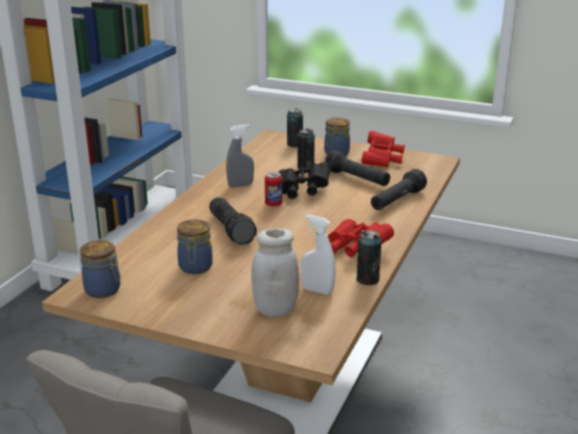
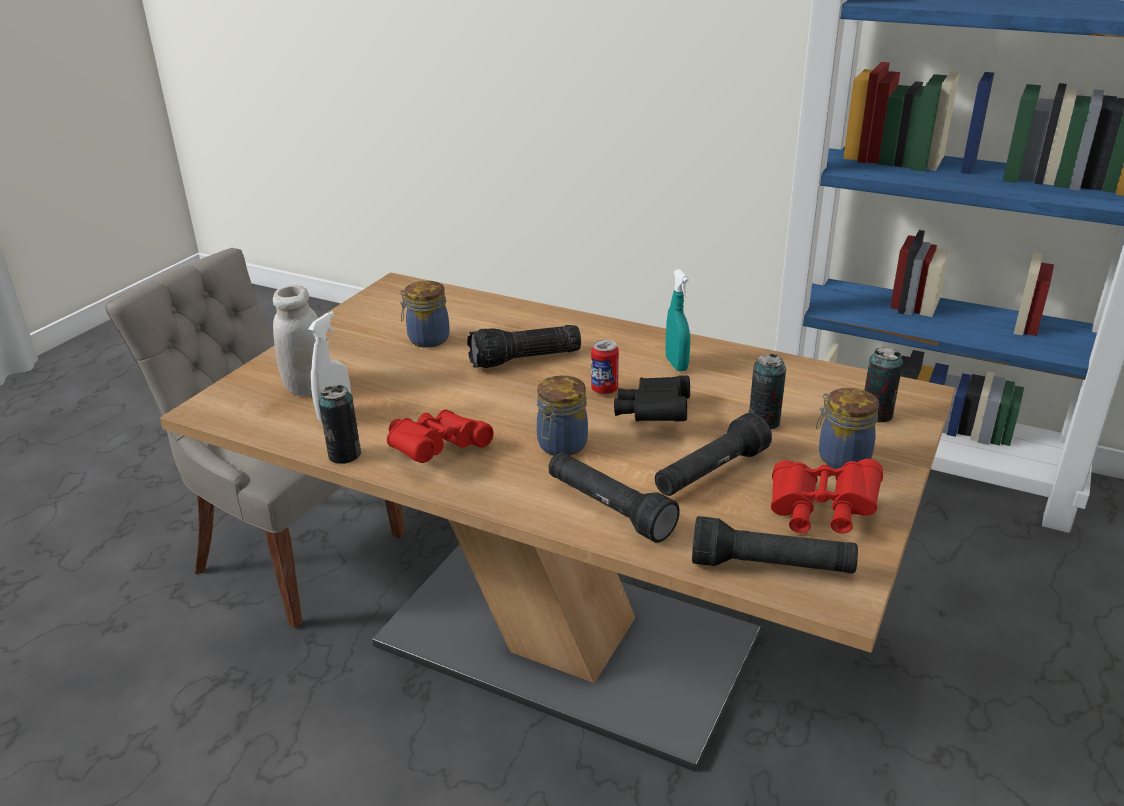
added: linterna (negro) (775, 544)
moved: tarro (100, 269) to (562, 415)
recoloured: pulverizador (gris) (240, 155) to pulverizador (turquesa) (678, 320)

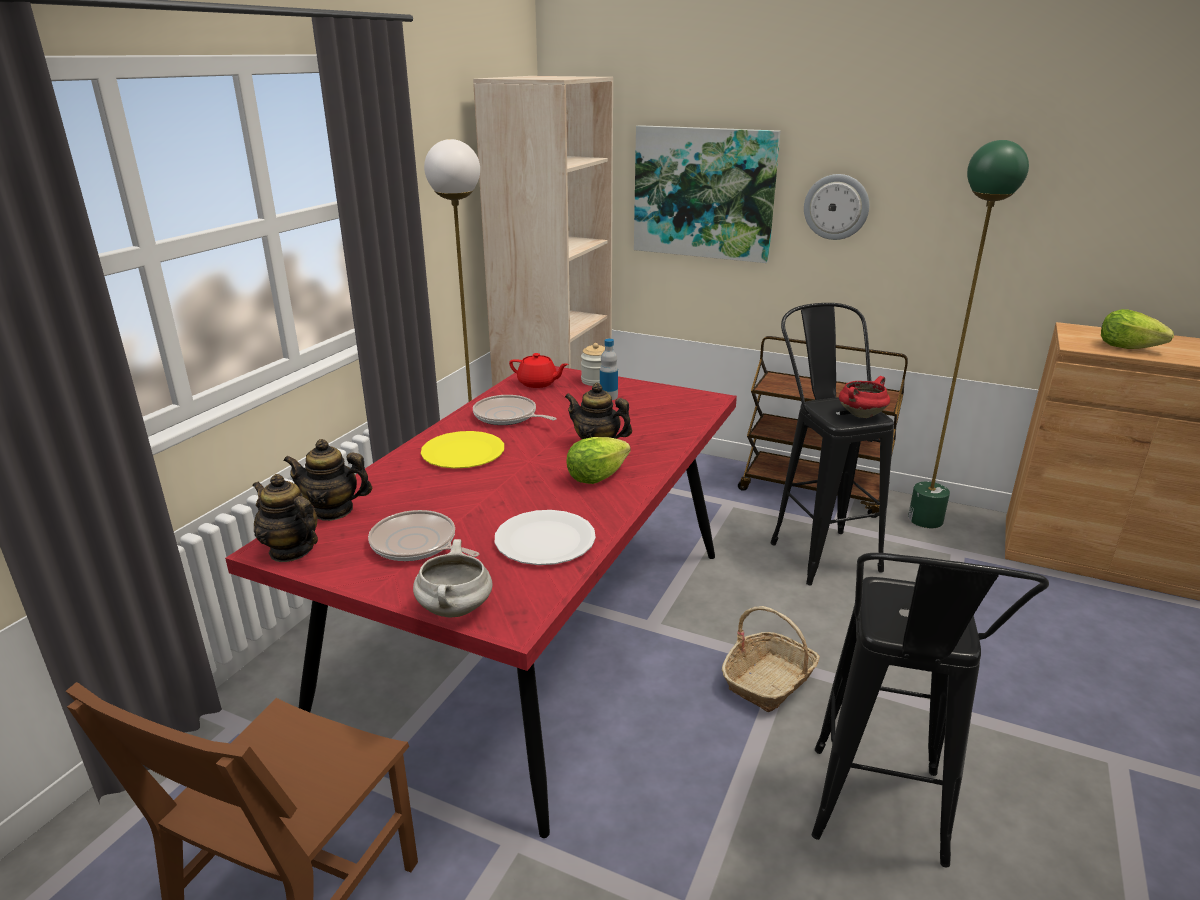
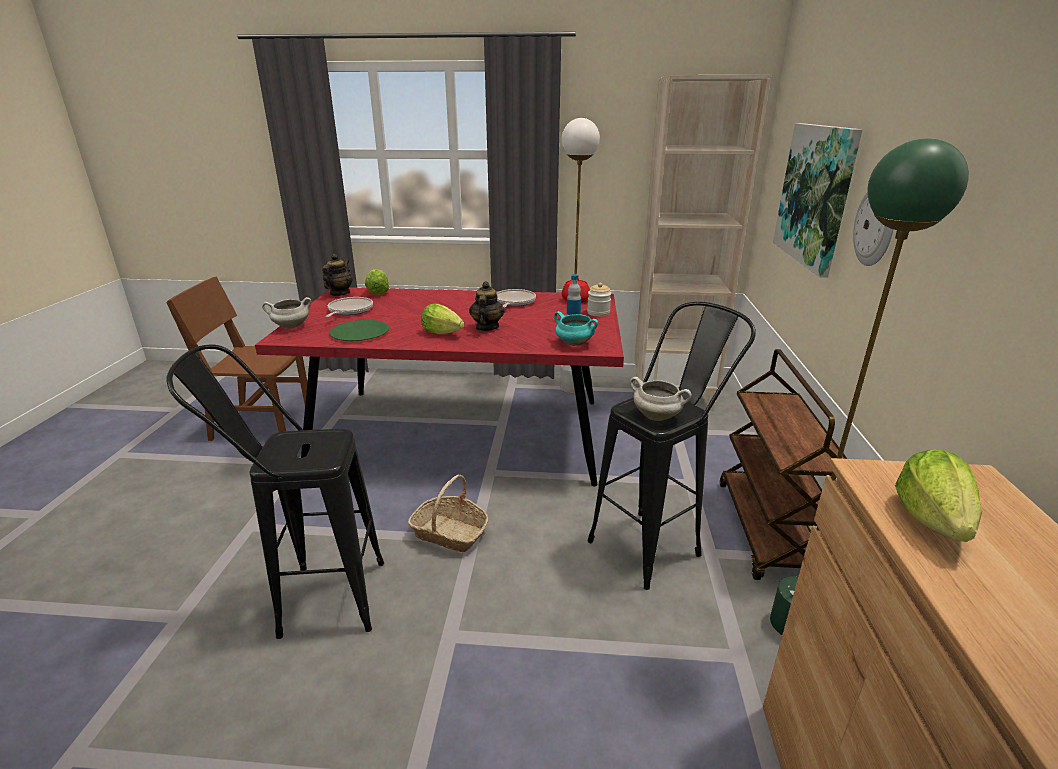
removed: plato (amarillo) (462, 450)
added: olla (turquesa) (576, 328)
replaced: tetera (327, 480) to lechuga (377, 282)
recoloured: plato (blanco) (545, 537) to plato (verde) (359, 330); olla (rojo) (864, 397) to olla (blanco) (660, 399)

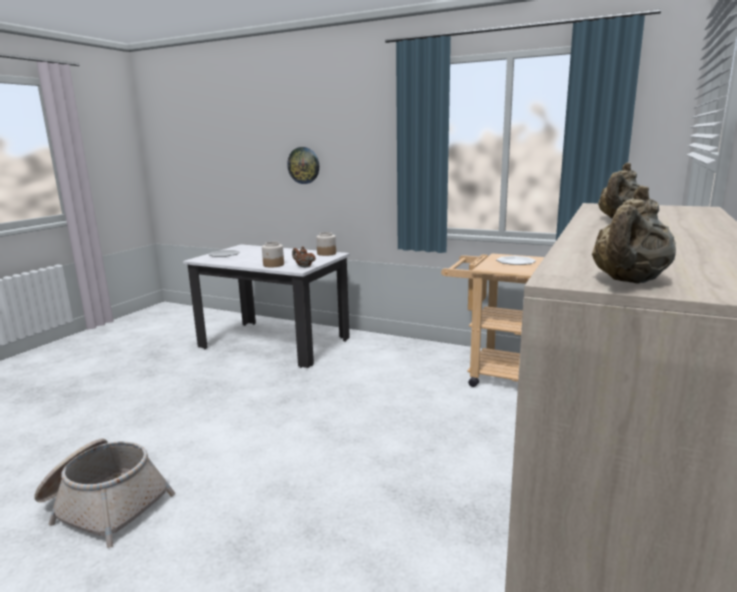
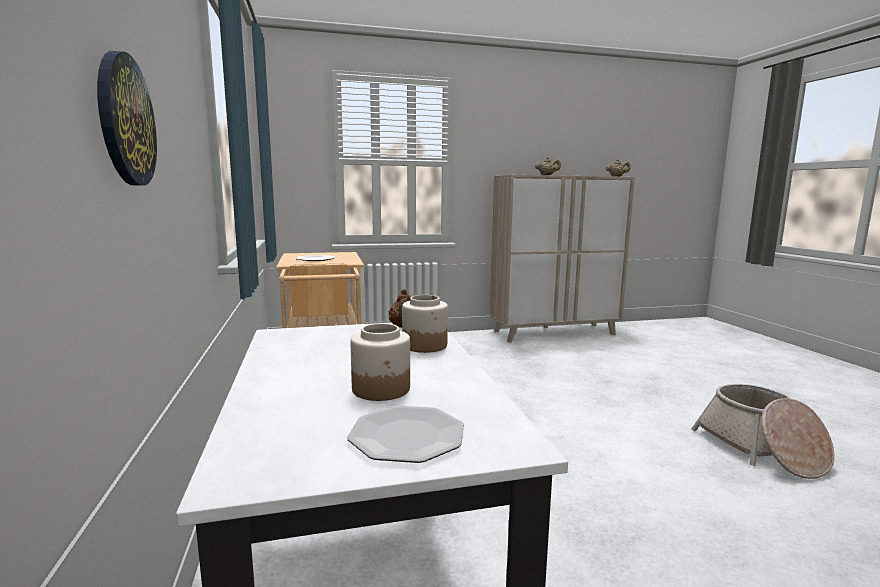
moved: tarro (326, 244) to (380, 362)

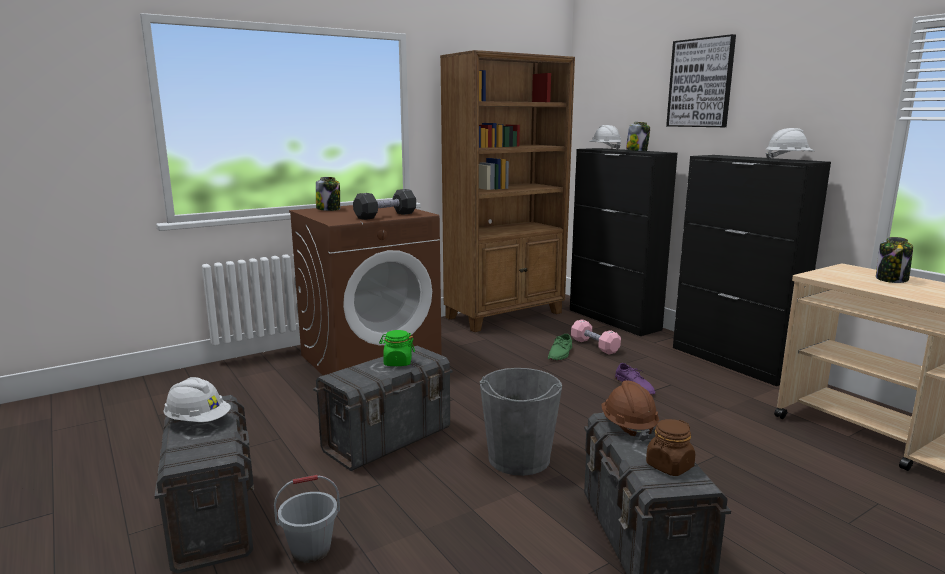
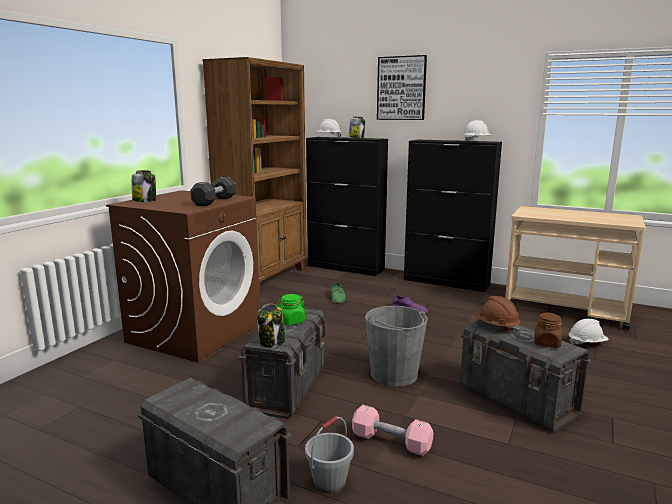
moved: casco (blanco) (197, 399) to (589, 331); mancuerna (rosa) (596, 337) to (392, 430); tarro (894, 260) to (271, 326)

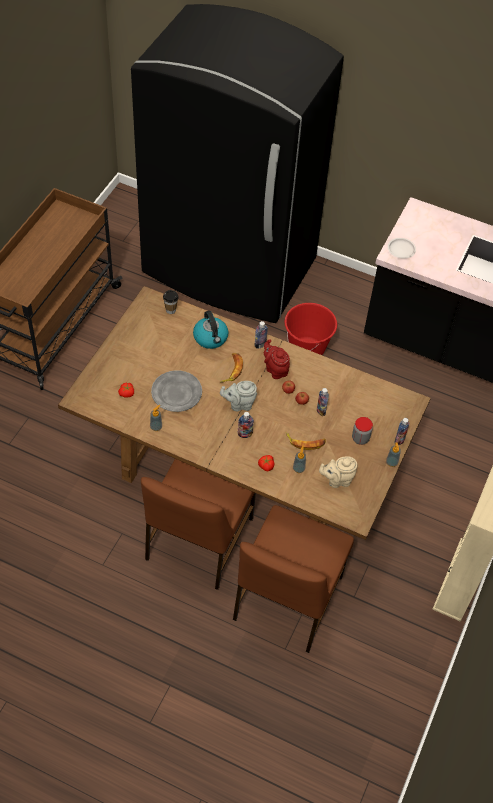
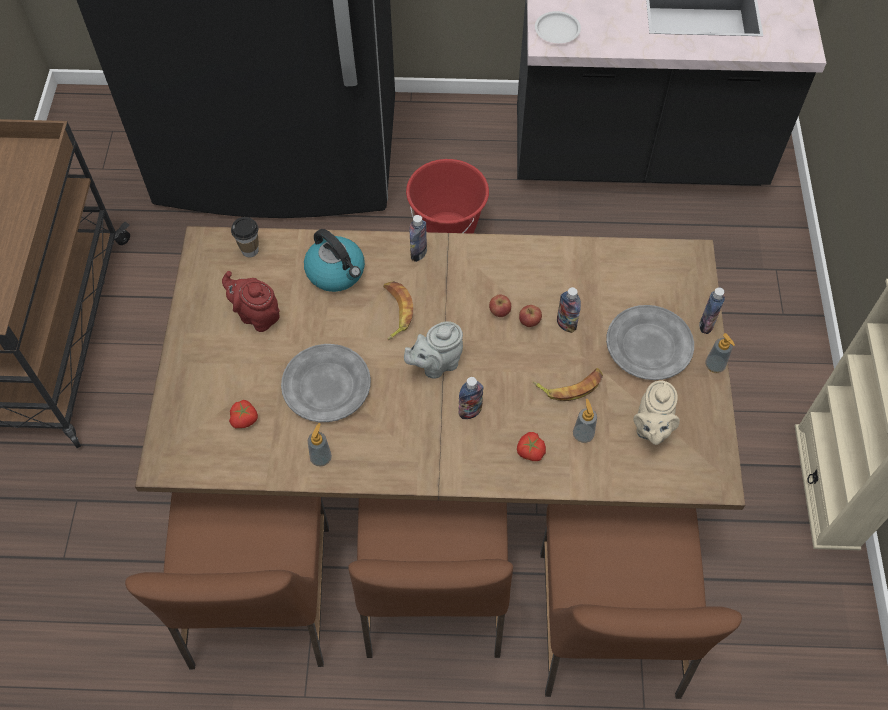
added: silla (marrón) (227, 580)
moved: tetera (rojo) (277, 359) to (251, 301)
replaced: tarro (362, 431) to plato (gris) (650, 342)
turned: tetera (beis) (338, 472) = (656, 413) 45 degrees counterclockwise

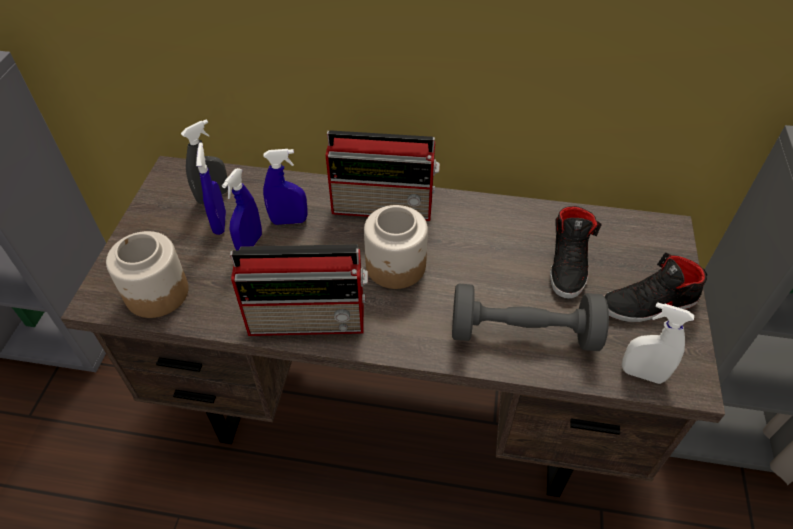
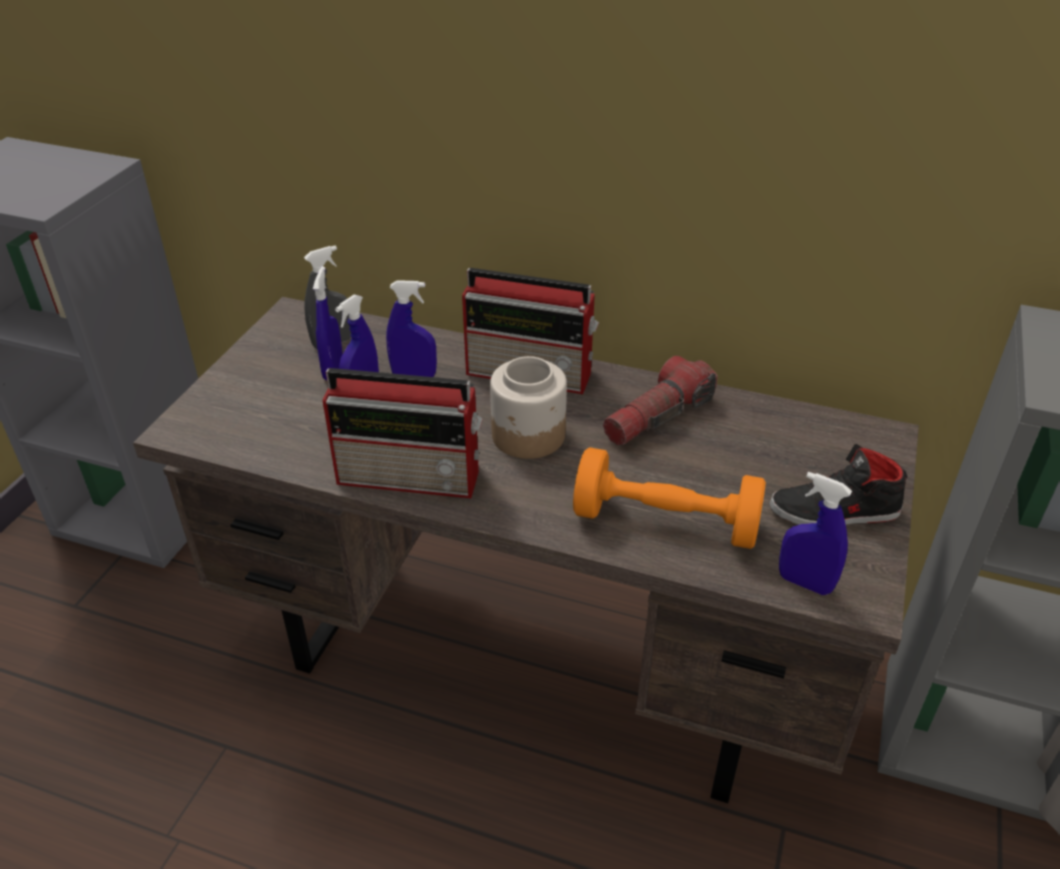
removed: tarro (147, 274); zapato (negro) (575, 252)
added: linterna (660, 400)
recoloured: mancuerna (gris) (530, 317) to mancuerna (naranja) (669, 498); pulverizador (blanco) (658, 343) to pulverizador (azul) (815, 533)

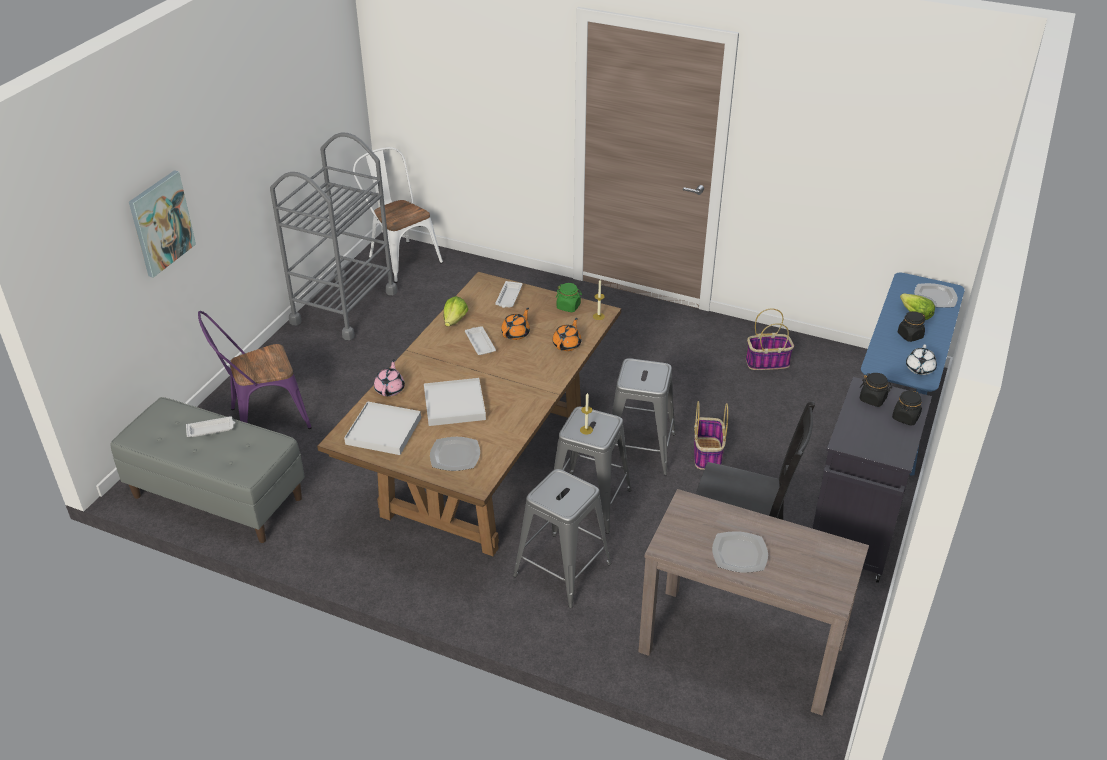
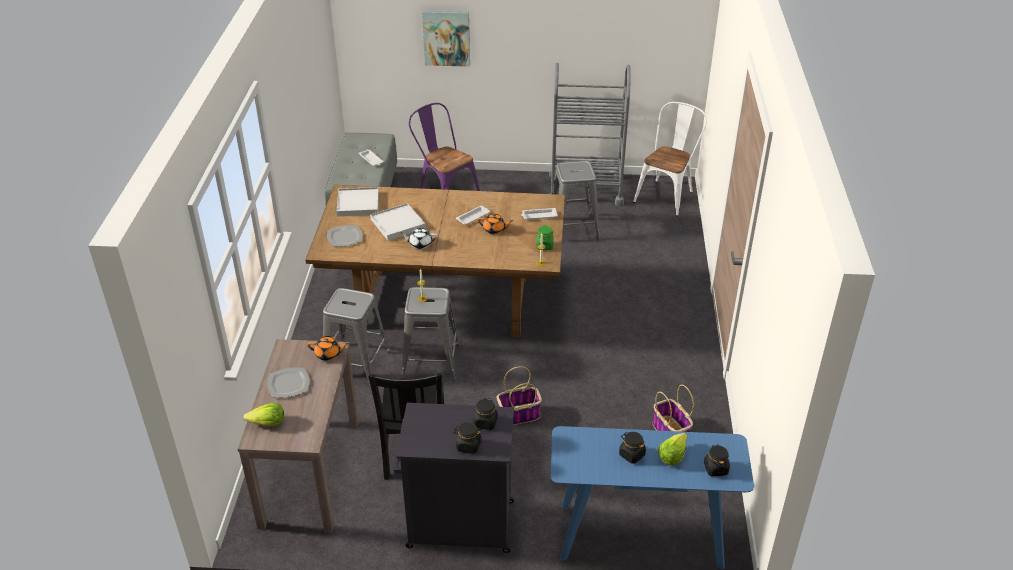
removed: tetera (rosa) (389, 377)
moved: lechuga (456, 311) to (263, 414); tetera (naranja) (566, 334) to (328, 348); taburete (gris) (643, 416) to (576, 200); tetera (blanco) (921, 360) to (419, 238)
replaced: plato (936, 295) to tarro (negro) (717, 460)

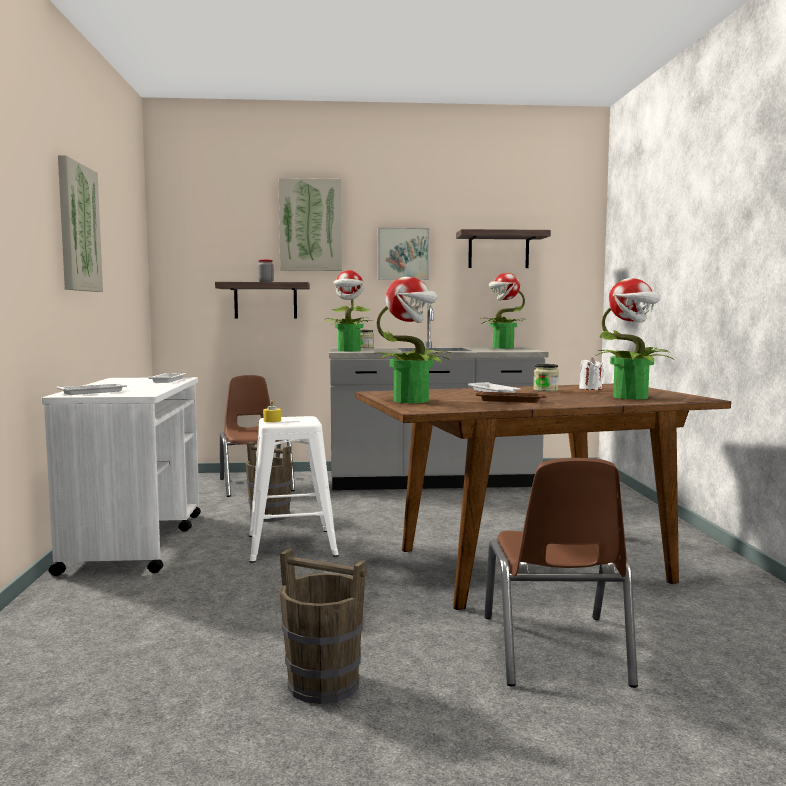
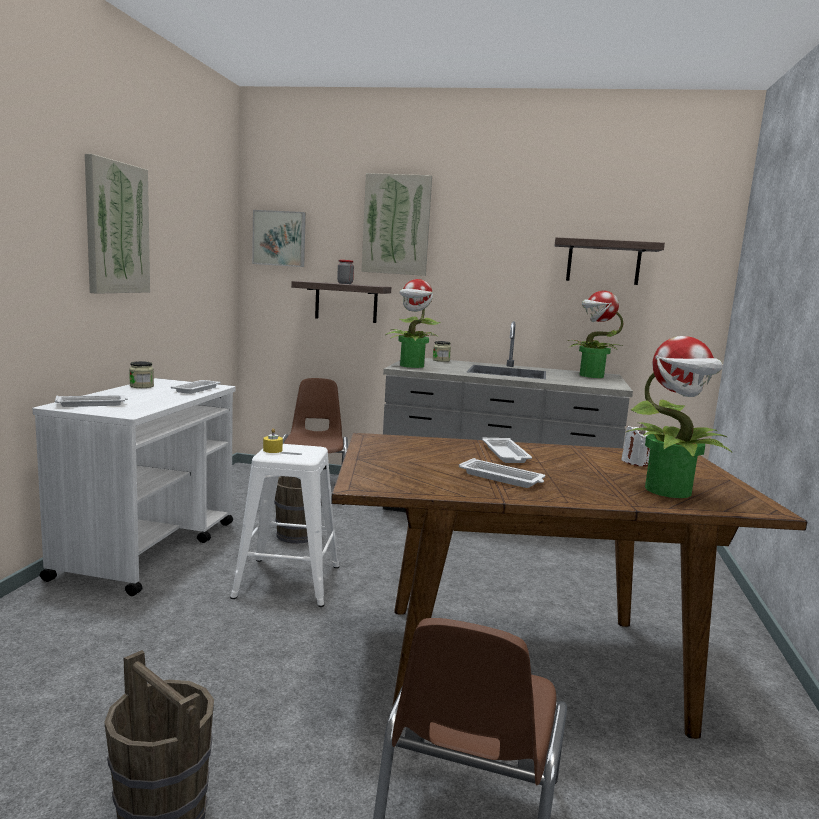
removed: planta en maceta (412, 340)
moved: cuadro (403, 254) to (279, 238); tarro (546, 378) to (141, 374)
recoloured: bandeja (marrón) (511, 397) to bandeja (blanco) (502, 473)

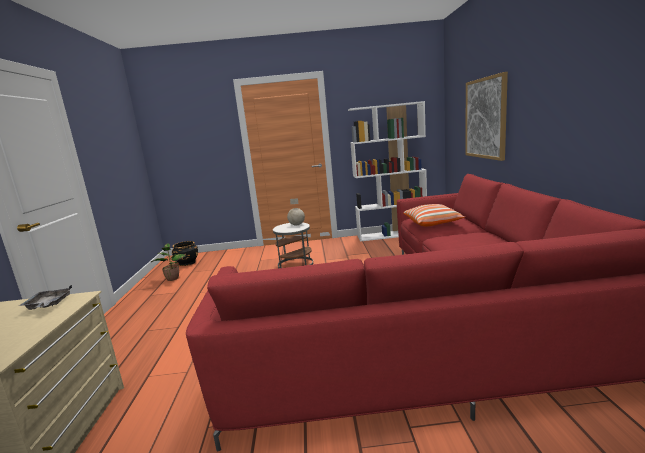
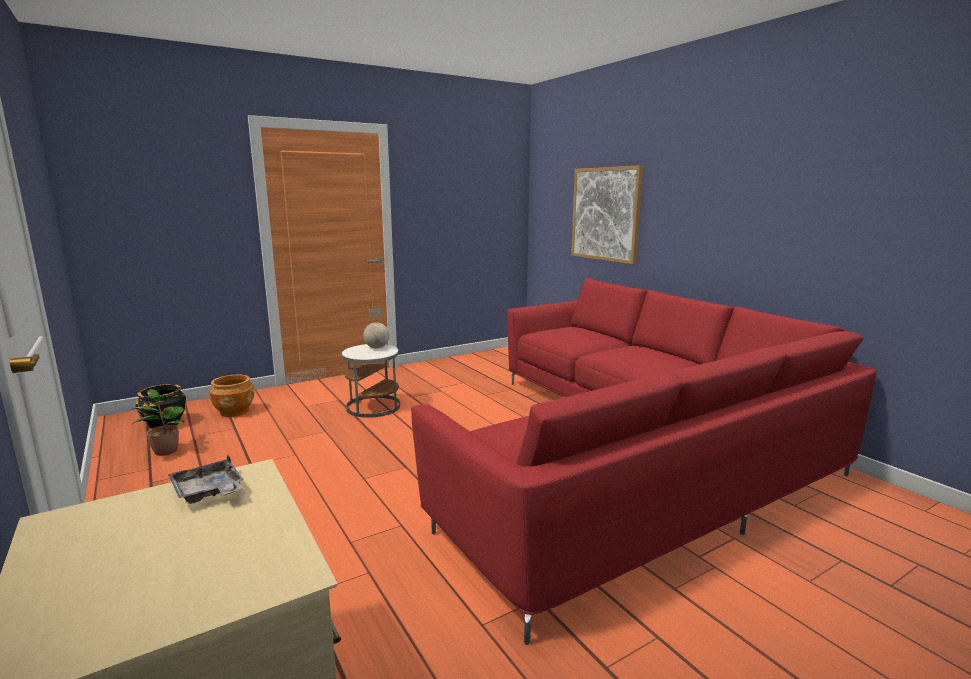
removed: estantería (blanco) (387, 171); cojín (434, 215)
added: maceta (marrón) (231, 396)

